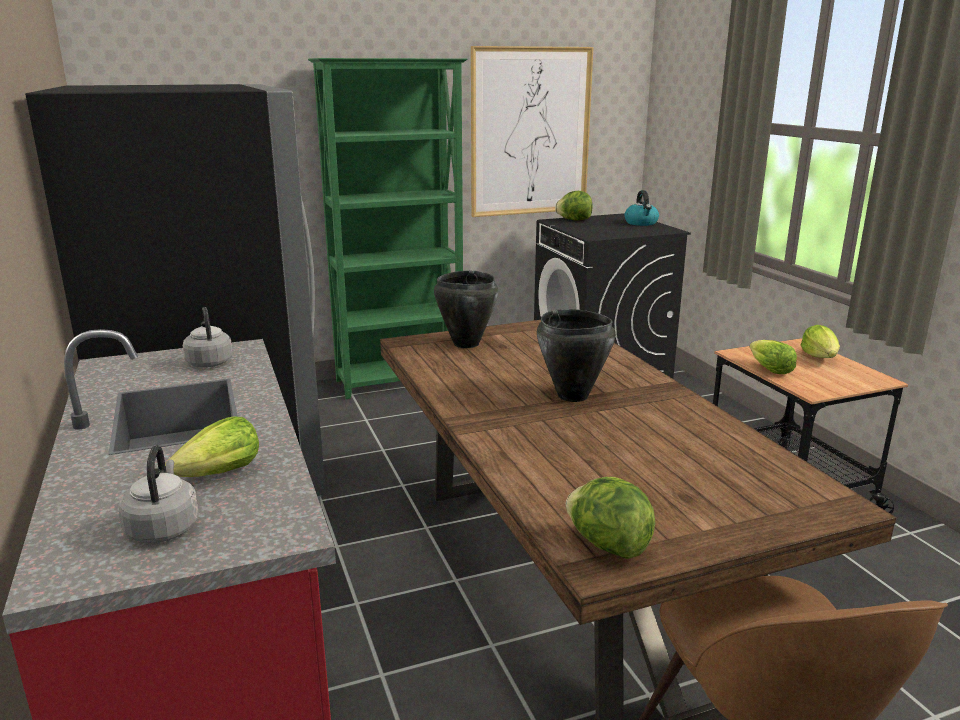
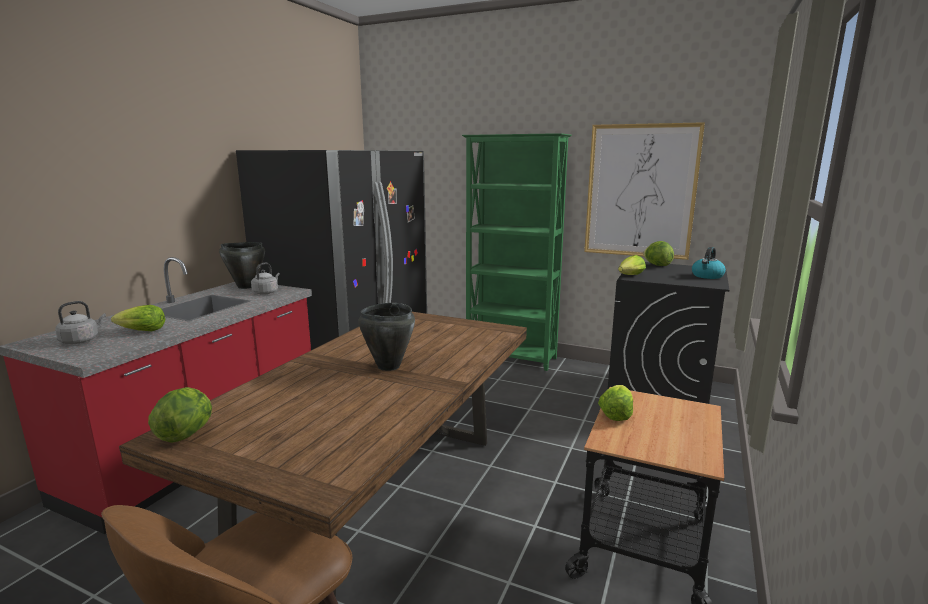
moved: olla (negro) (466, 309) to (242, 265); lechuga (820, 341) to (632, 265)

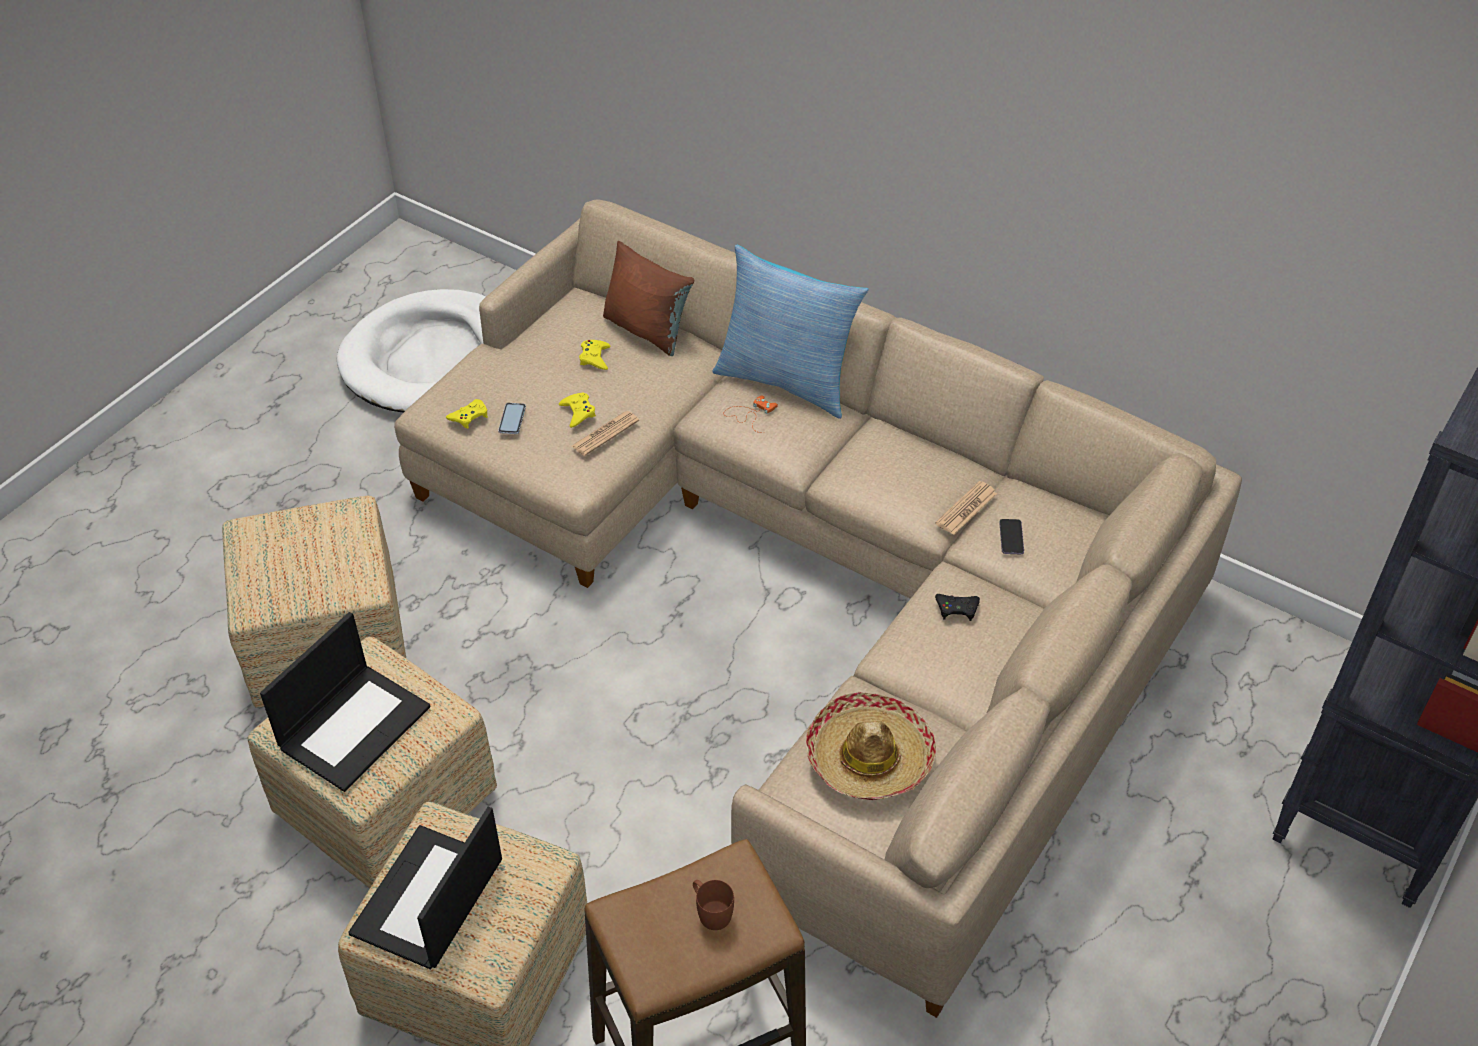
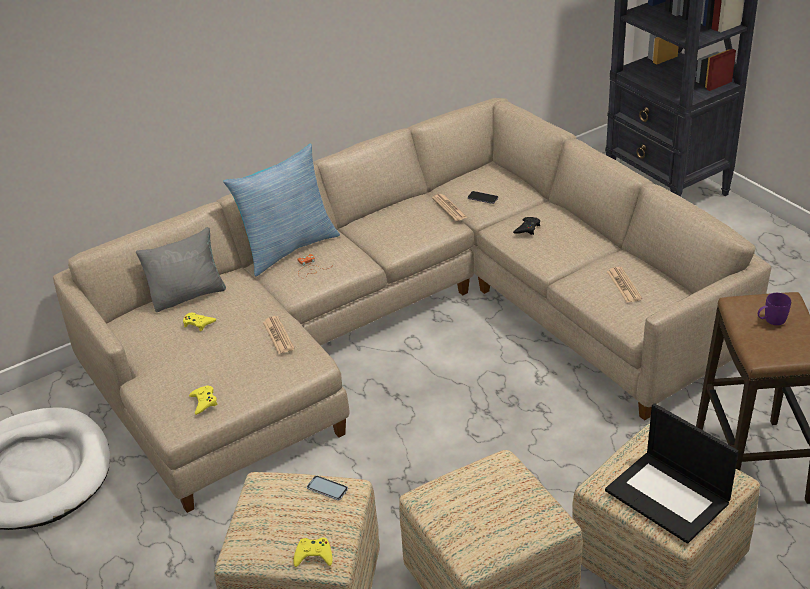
removed: portátil (345, 702)
moved: móvil (512, 418) to (327, 488); mando de consola (amarillo) (577, 410) to (313, 552)
replaced: sombrero (871, 746) to periódico (624, 285)
recoloured: cojín (marrón) (648, 298) to cojín (gris) (181, 269); taza grande (marrón) (713, 905) to taza grande (morado) (774, 309)

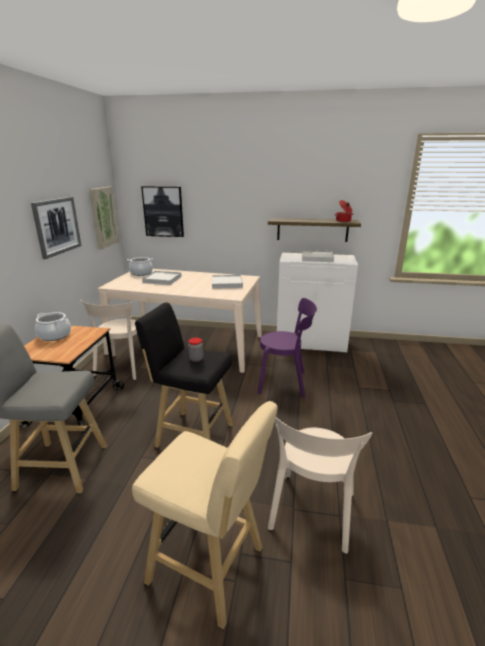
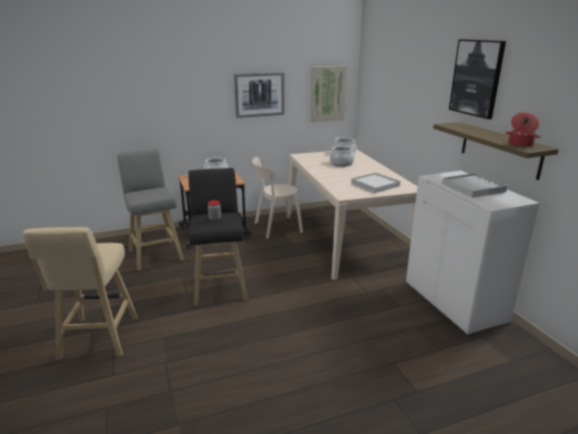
removed: silla (morado) (287, 348); silla (beis) (320, 485)
moved: cuadro (162, 211) to (477, 79)
replaced: bandeja (blanco) (162, 278) to olla (342, 155)

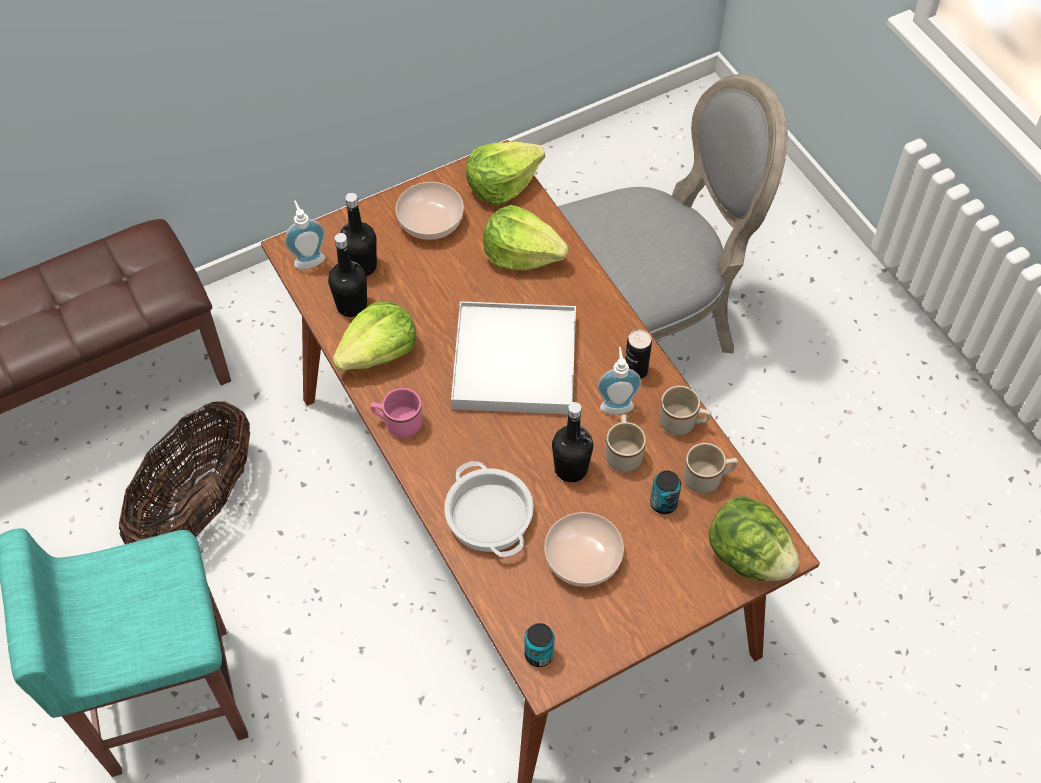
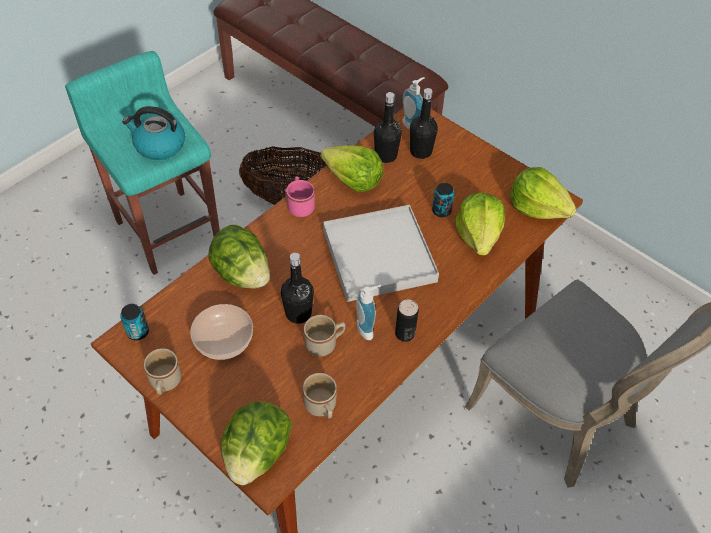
removed: cuenco (429, 211)
added: hervidor (153, 133)
moved: lata (665, 492) to (443, 200); taza grande (beis) (685, 410) to (162, 371)
replaced: olla (488, 509) to lechuga (239, 257)

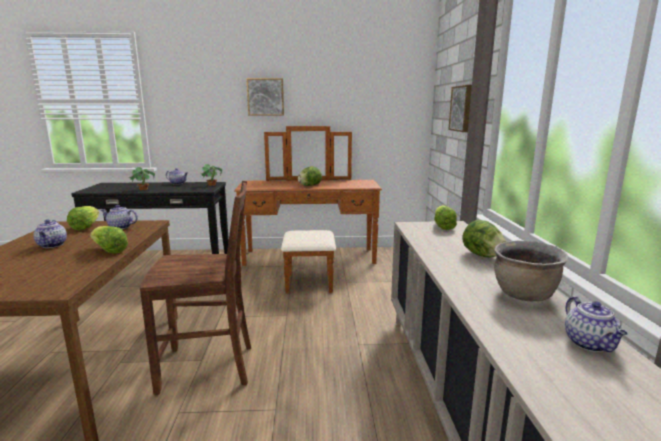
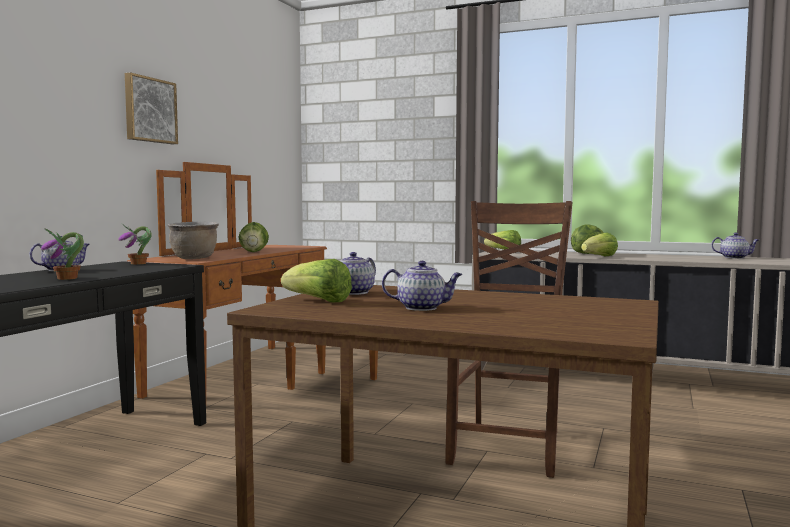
removed: cuadro (460, 108)
moved: lechuga (109, 240) to (599, 244); olla (marrón) (531, 271) to (193, 240)

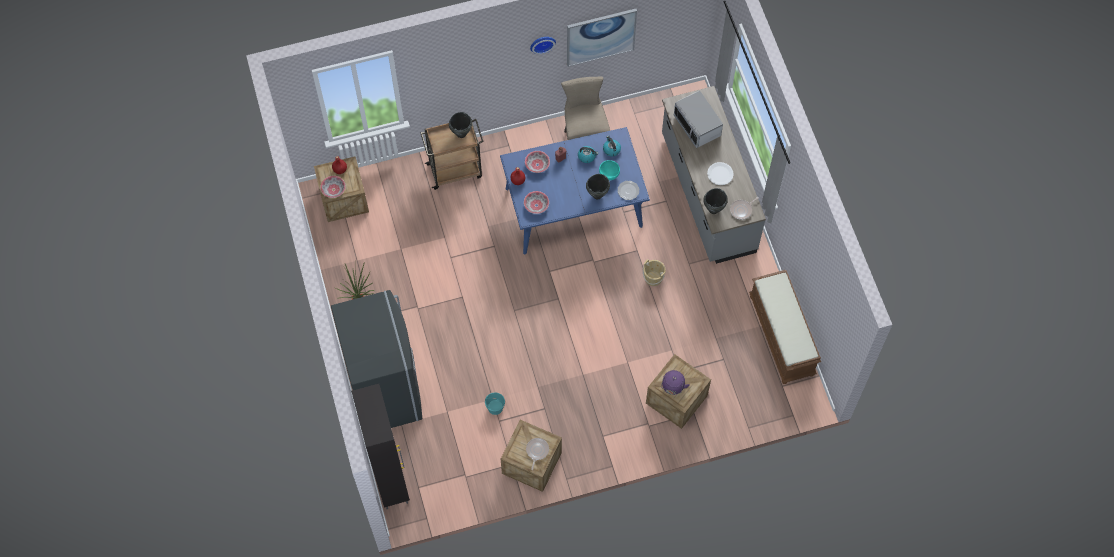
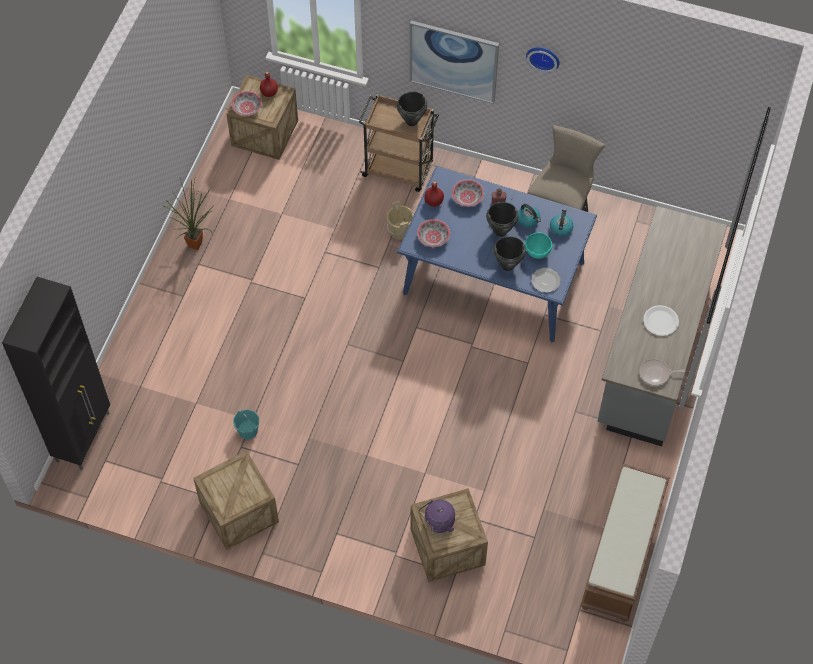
removed: nevera (gris) (376, 359); sartén (537, 454); microondas (698, 119)
moved: cuadro (602, 38) to (454, 62); cubo (beis) (654, 272) to (400, 220); olla (negro) (715, 201) to (502, 219)

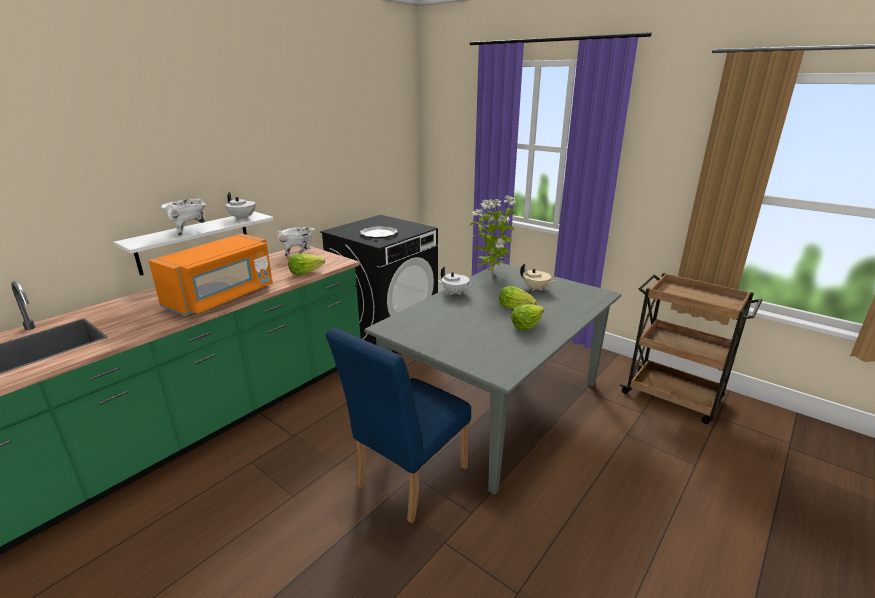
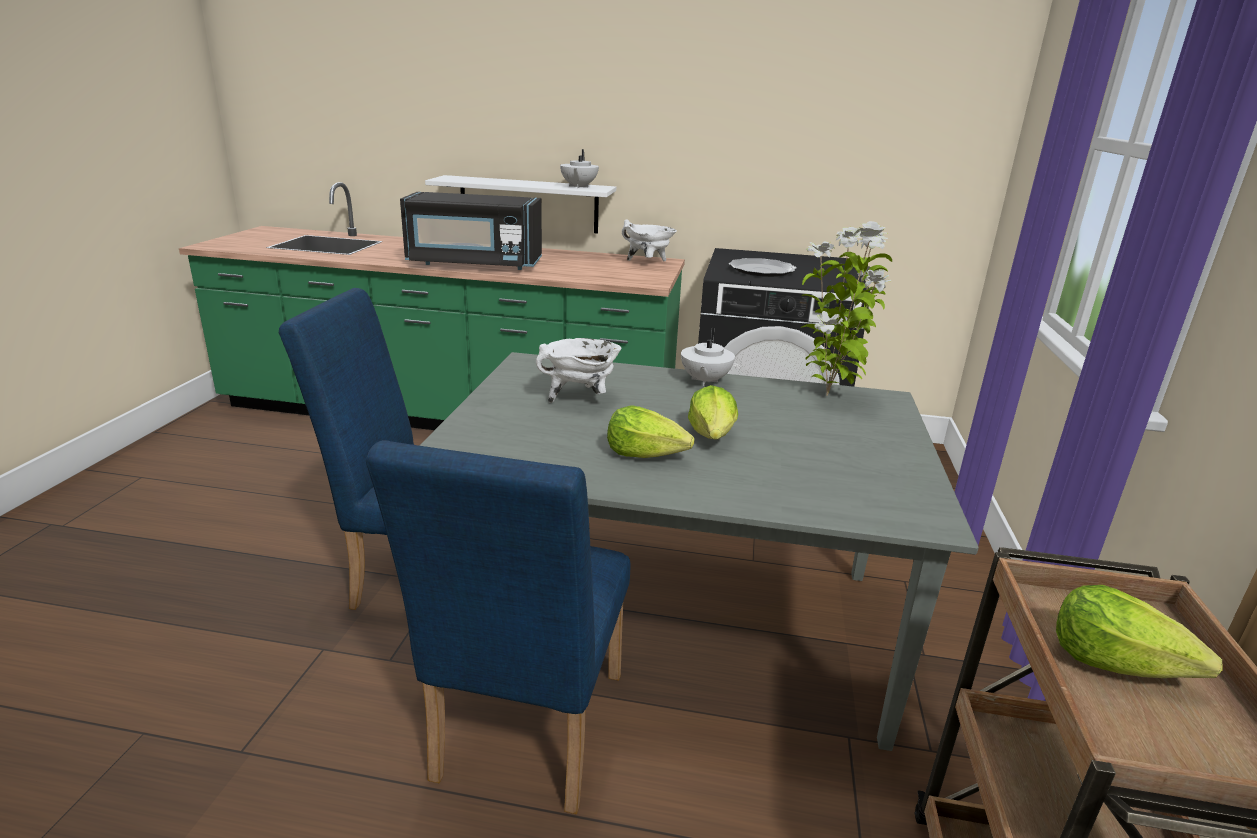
removed: tetera (beis) (538, 277)
added: silla (azul) (498, 627)
moved: olla (blanco) (183, 217) to (578, 370); lechuga (306, 264) to (1139, 631)
recoloured: microondas (naranja) (211, 275) to microondas (negro) (471, 231)

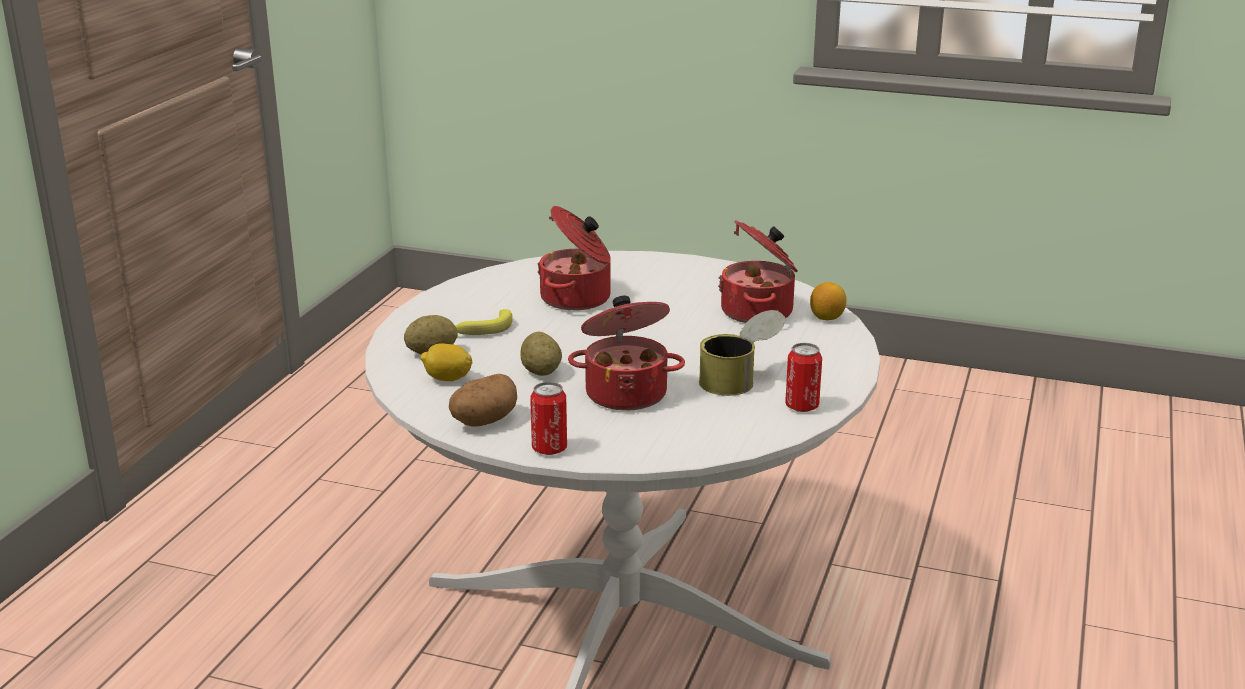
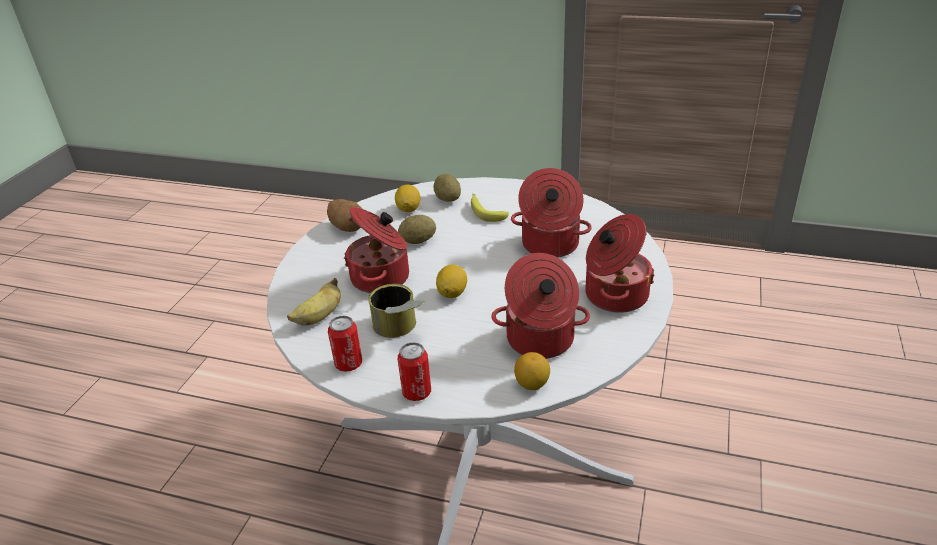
added: plátano (314, 302); limón (451, 281); olla (620, 263)
moved: lata (548, 418) to (414, 371)

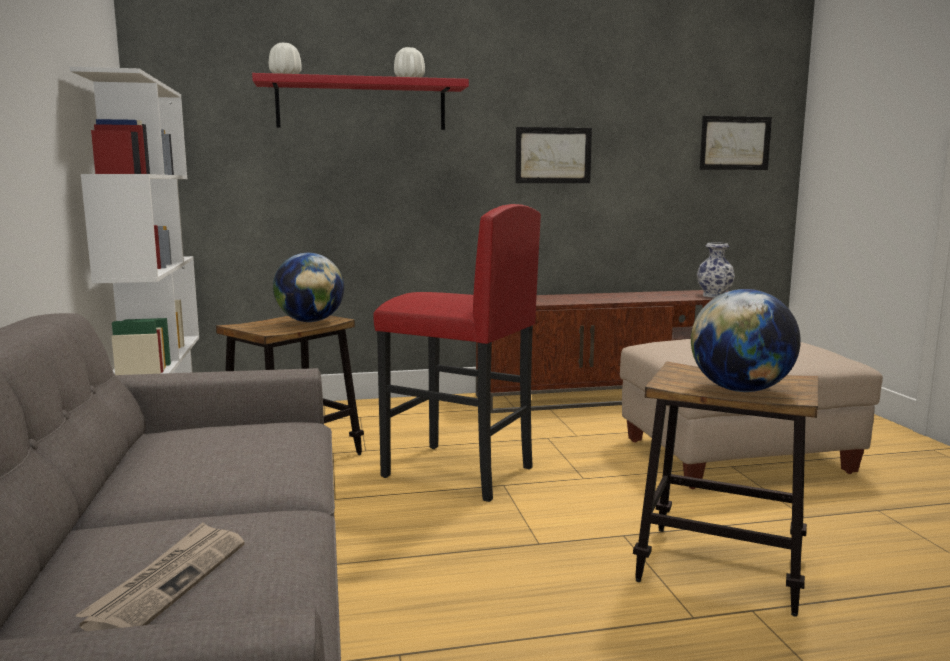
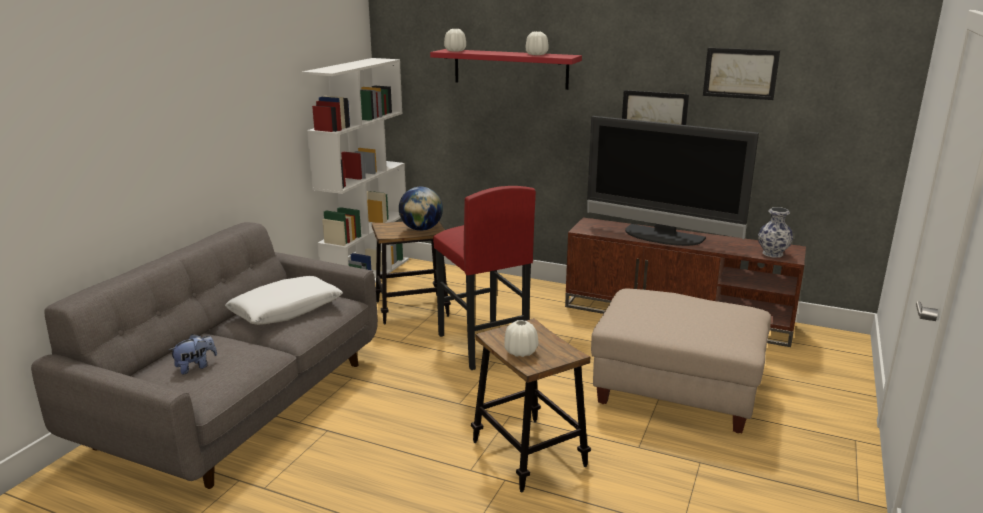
added: cojín (blanco) (284, 300); televisor (673, 181)
moved: cuadro (736, 143) to (741, 74)
replaced: periódico (160, 576) to peluche (193, 354); globo terráqueo (746, 340) to florero (blanco) (521, 338)

